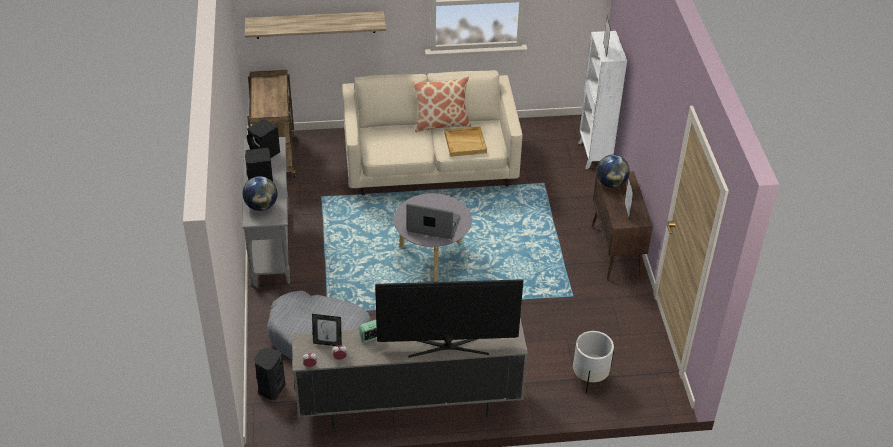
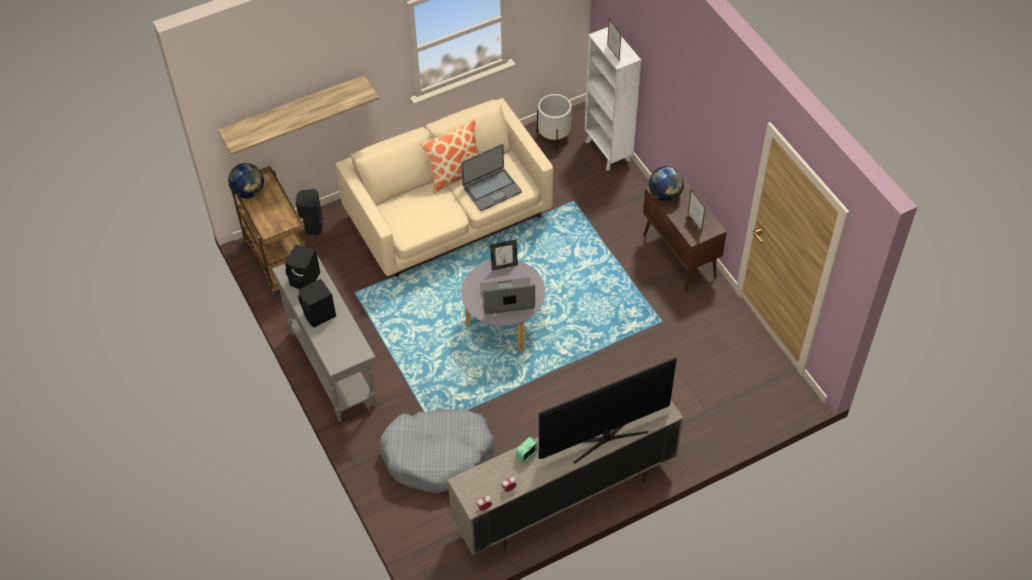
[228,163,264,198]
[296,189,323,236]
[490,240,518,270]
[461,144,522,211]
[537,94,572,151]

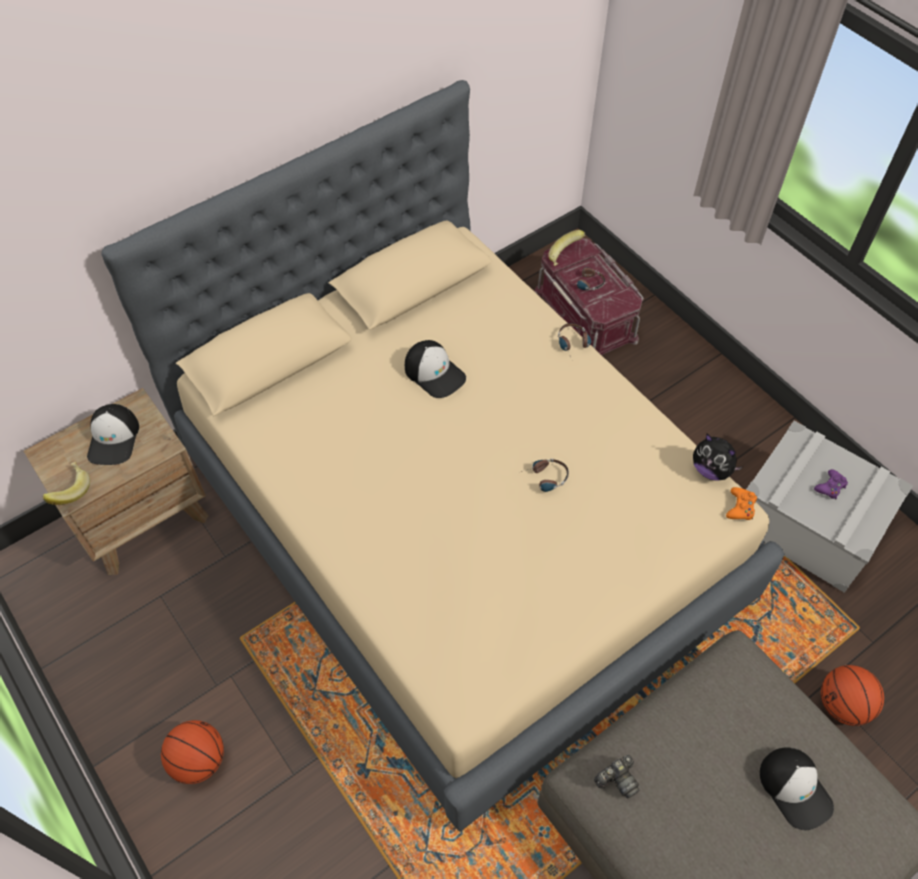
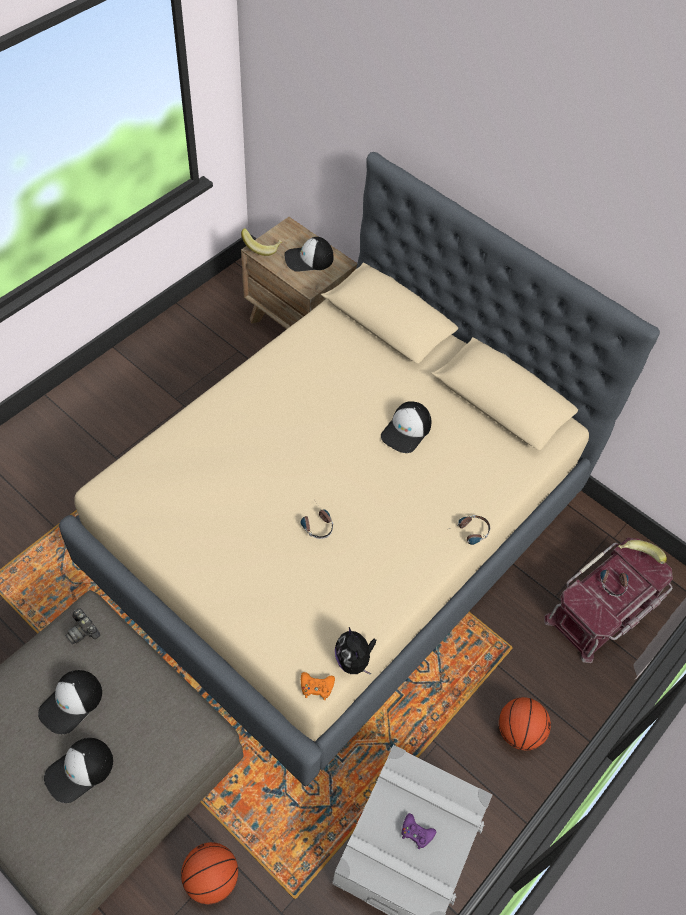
[499,697,551,750]
[335,627,376,675]
[38,670,102,734]

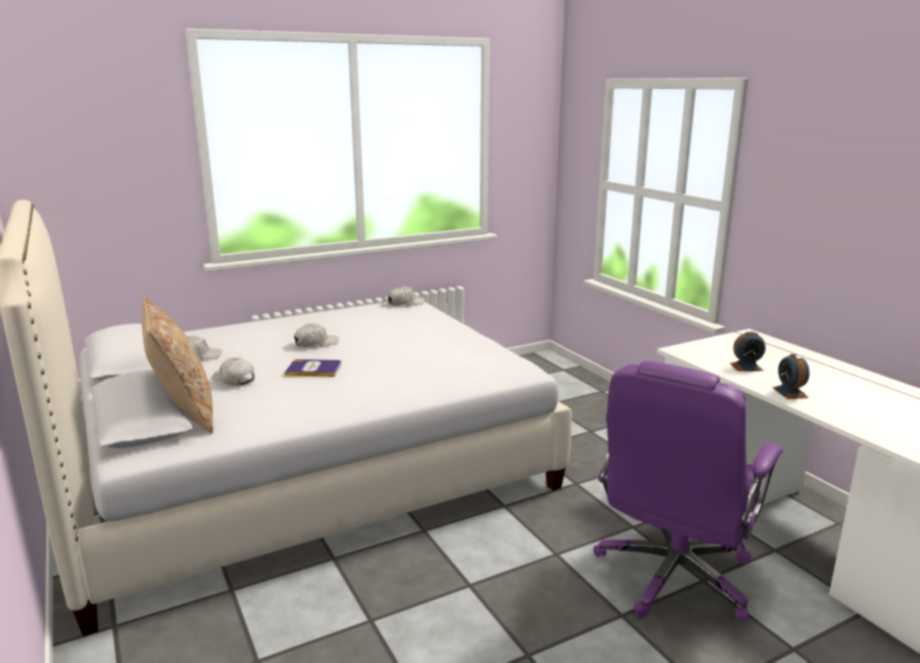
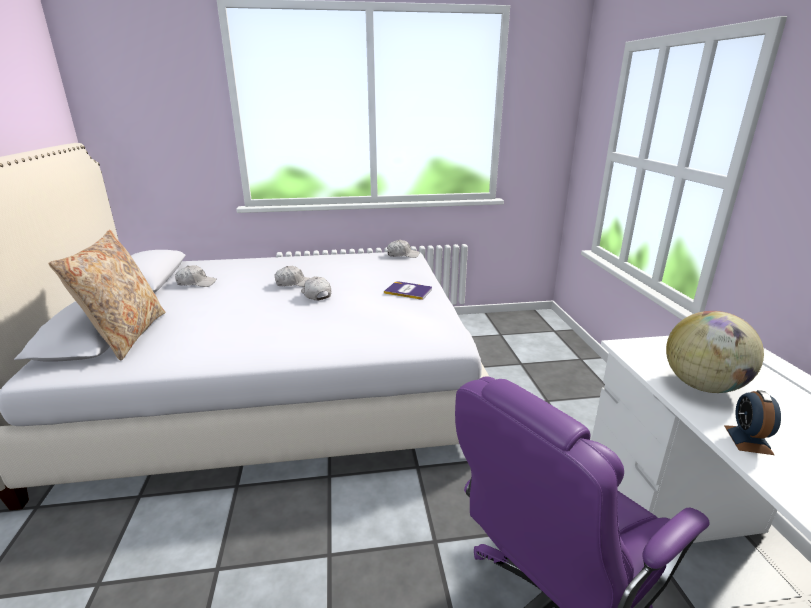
[301,277,331,301]
[384,281,432,300]
[666,311,764,393]

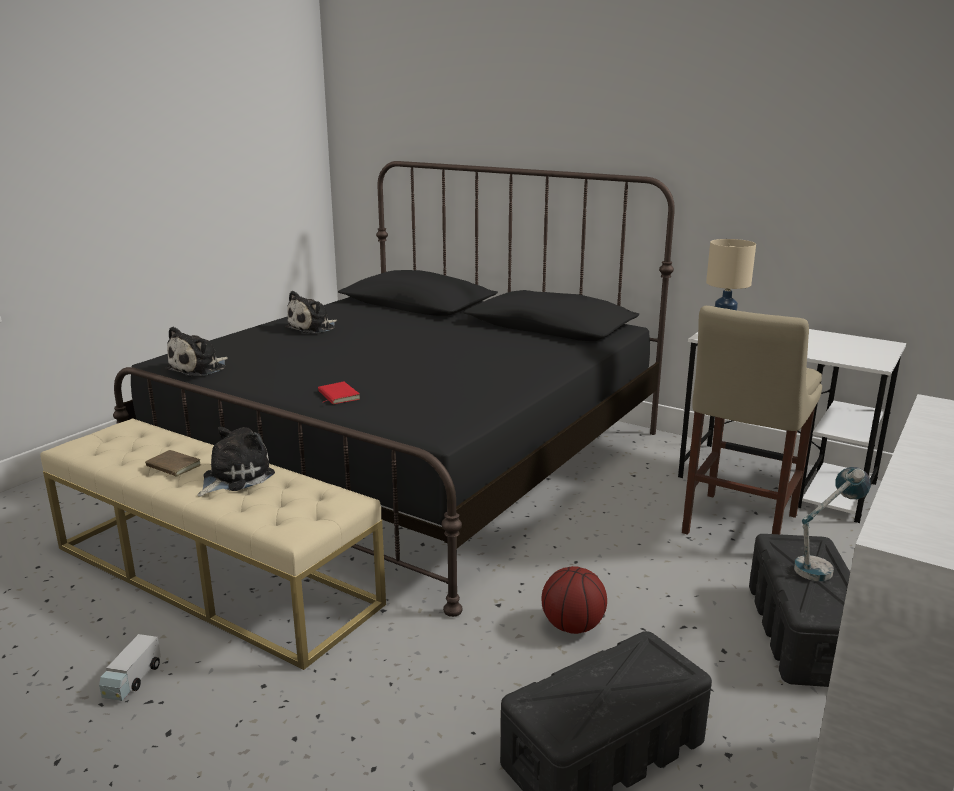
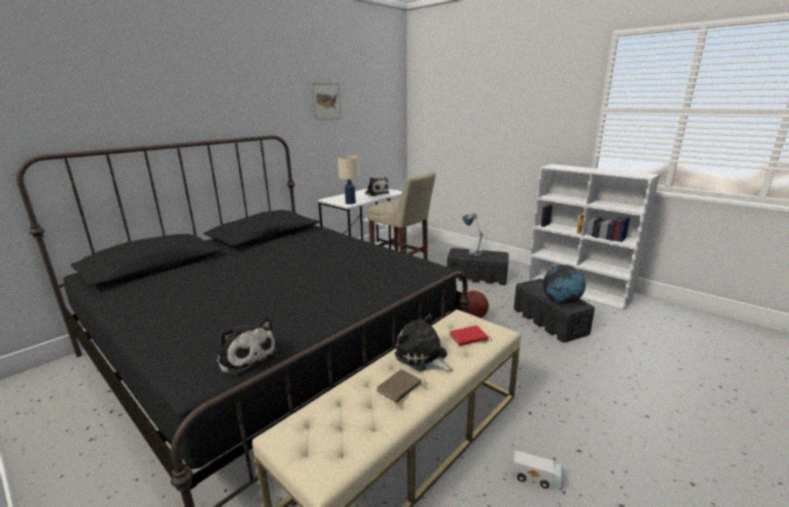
[365,177,390,196]
[450,325,492,346]
[311,83,342,121]
[543,265,585,304]

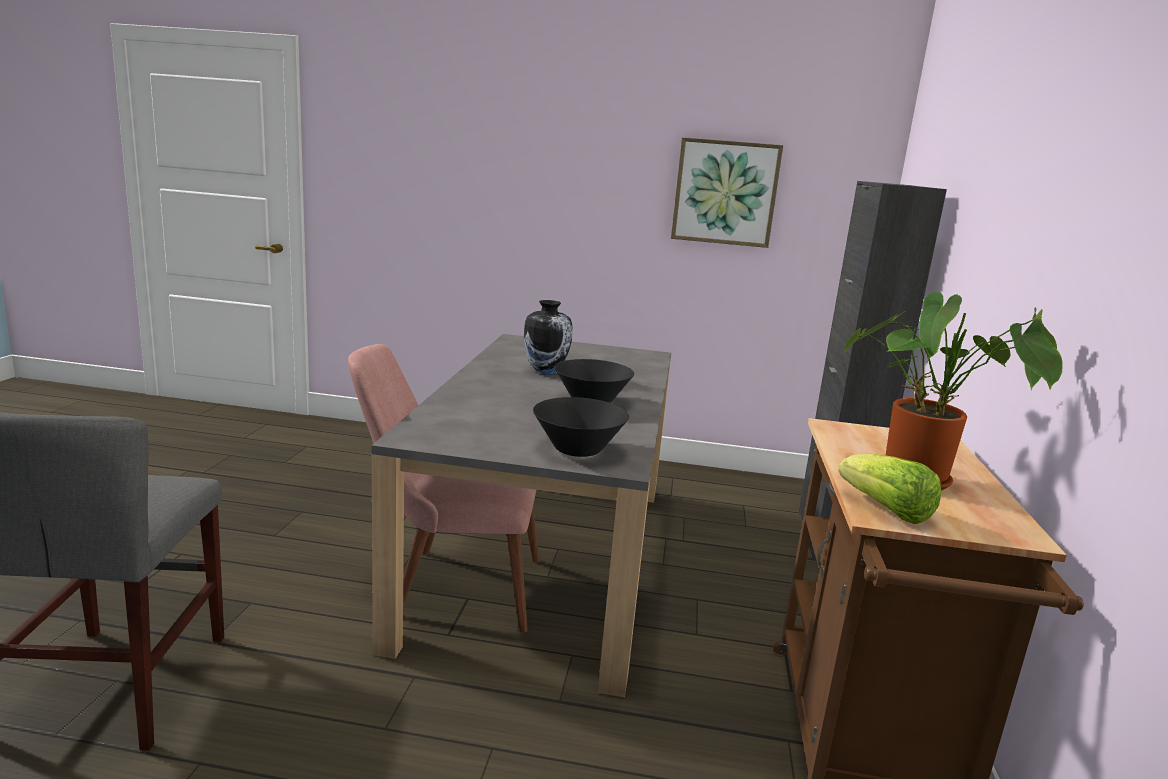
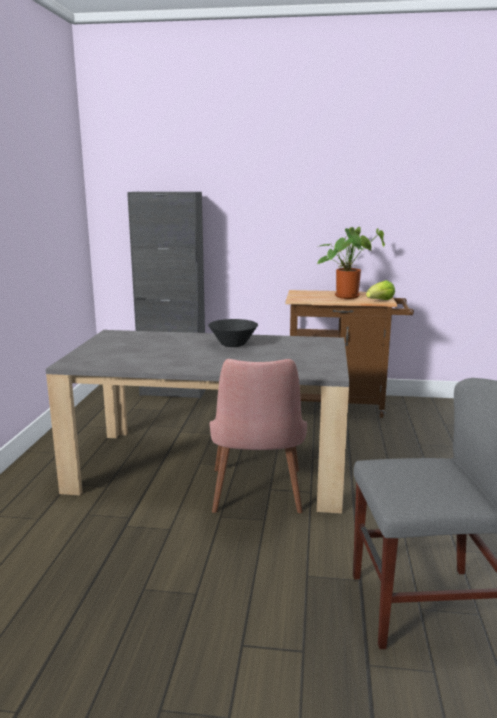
[524,300,573,375] (first image)
[533,397,629,457] (first image)
[671,137,783,248] (first image)

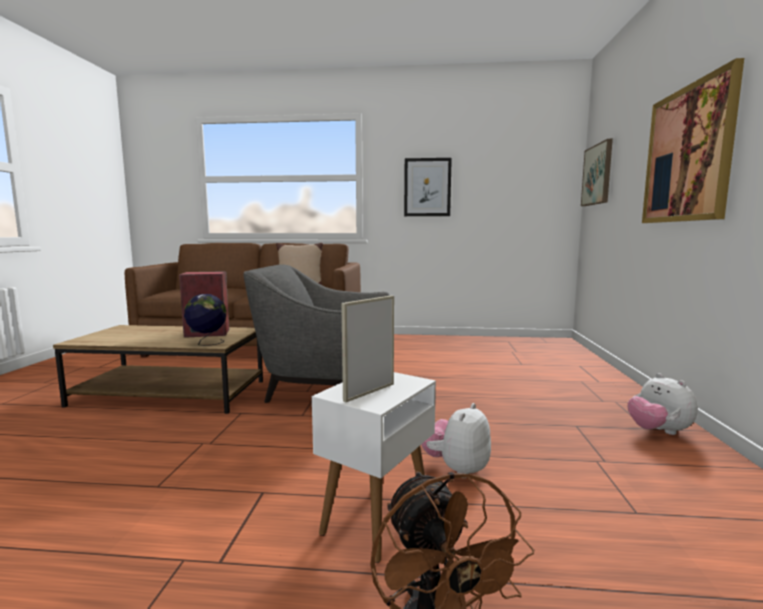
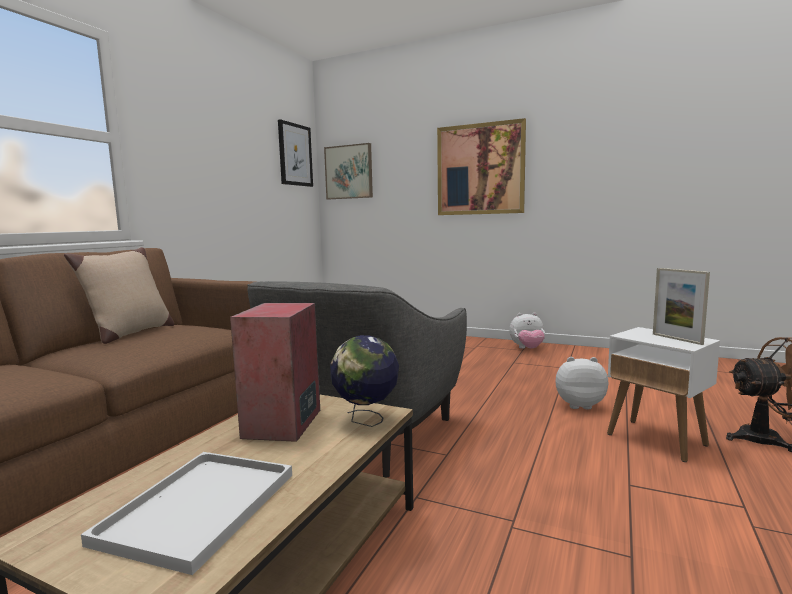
[278,119,313,187]
[555,357,608,409]
[81,452,292,575]

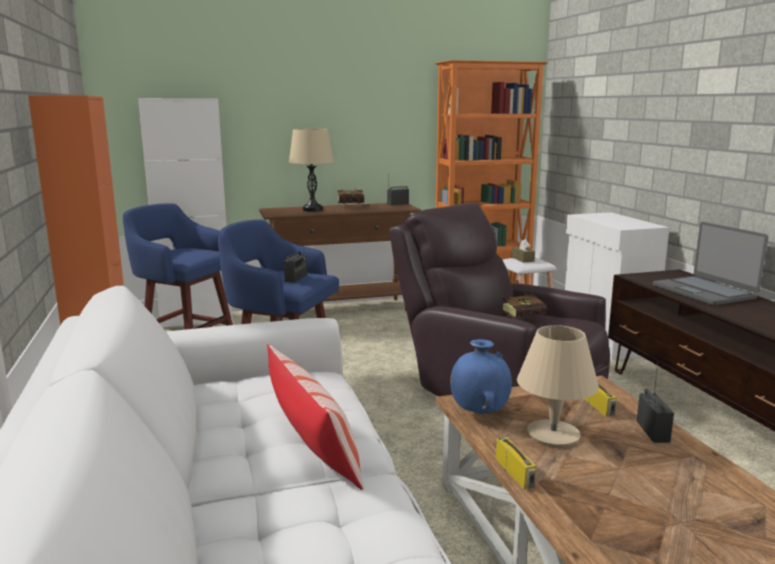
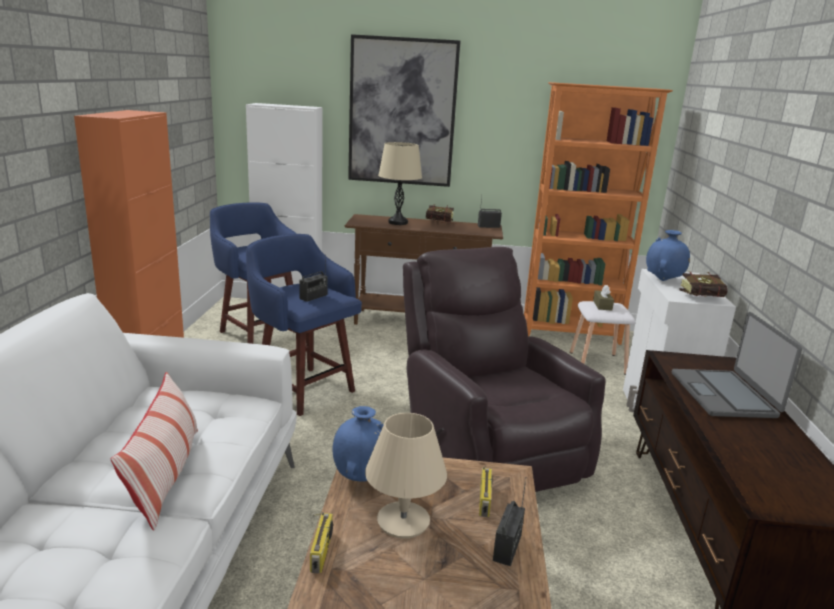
[680,271,727,297]
[348,34,461,187]
[646,230,690,281]

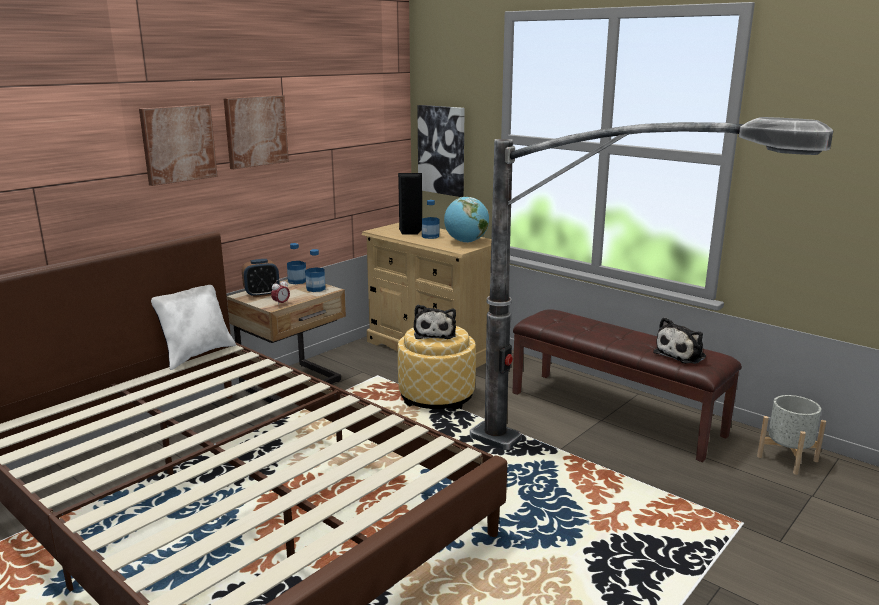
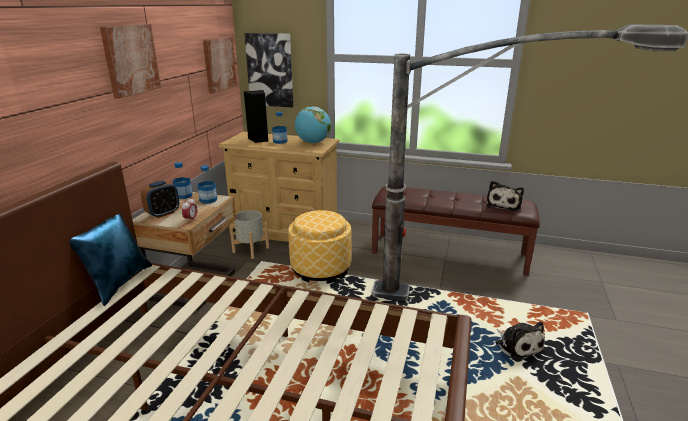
[203,37,237,93]
[69,214,152,306]
[496,321,545,362]
[230,210,269,259]

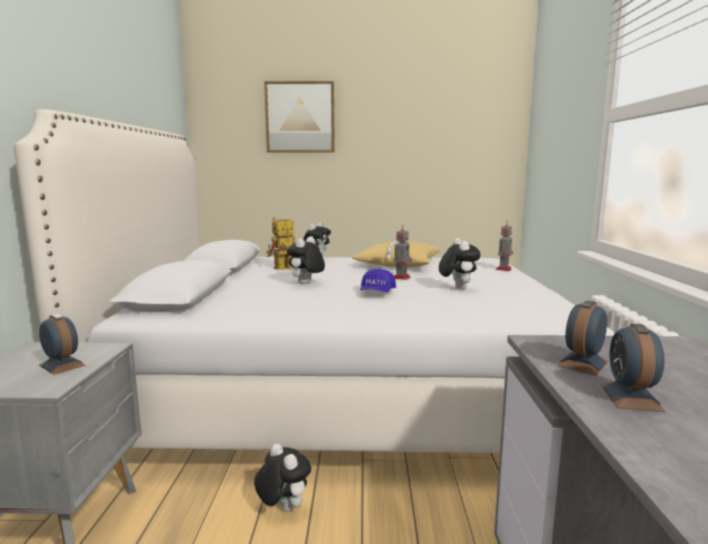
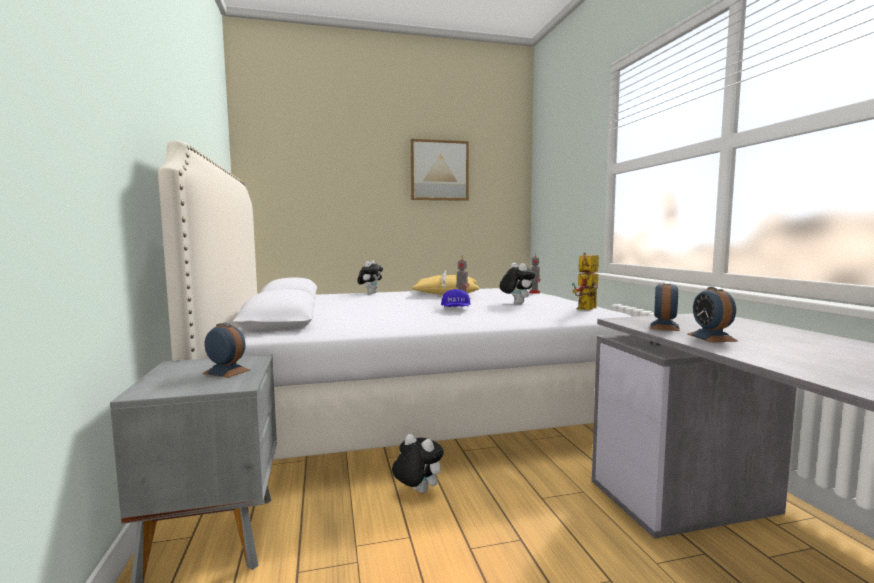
[410,139,468,201]
[572,253,599,310]
[286,236,325,284] (first image)

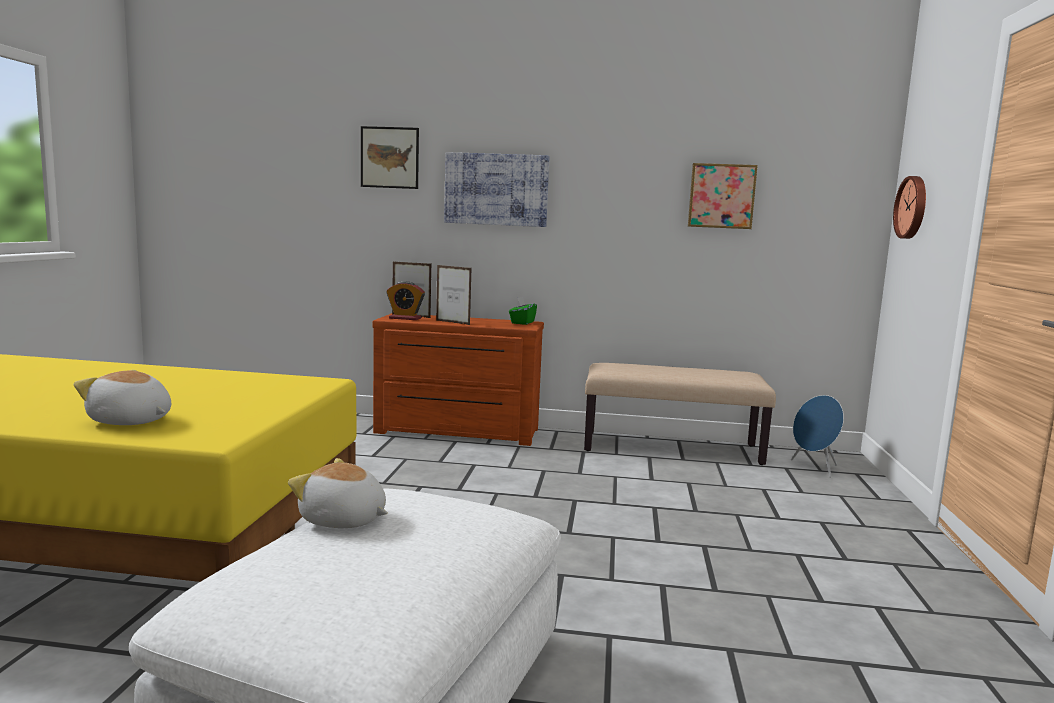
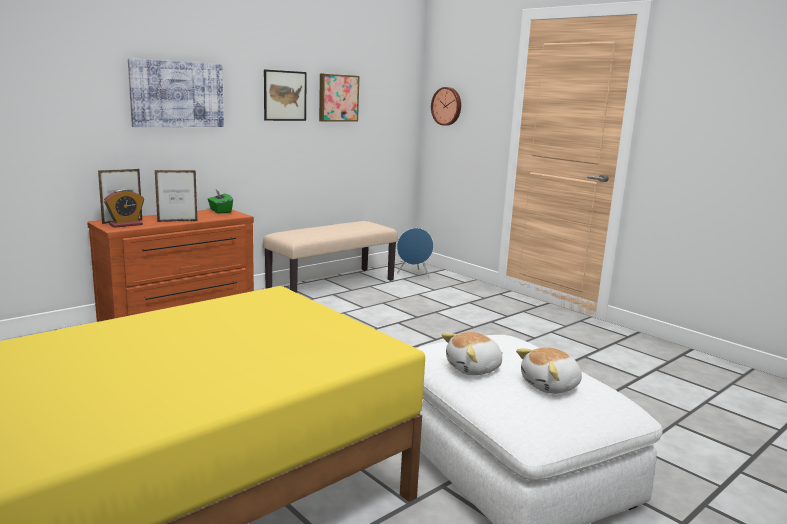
[516,347,582,394]
[264,70,307,121]

